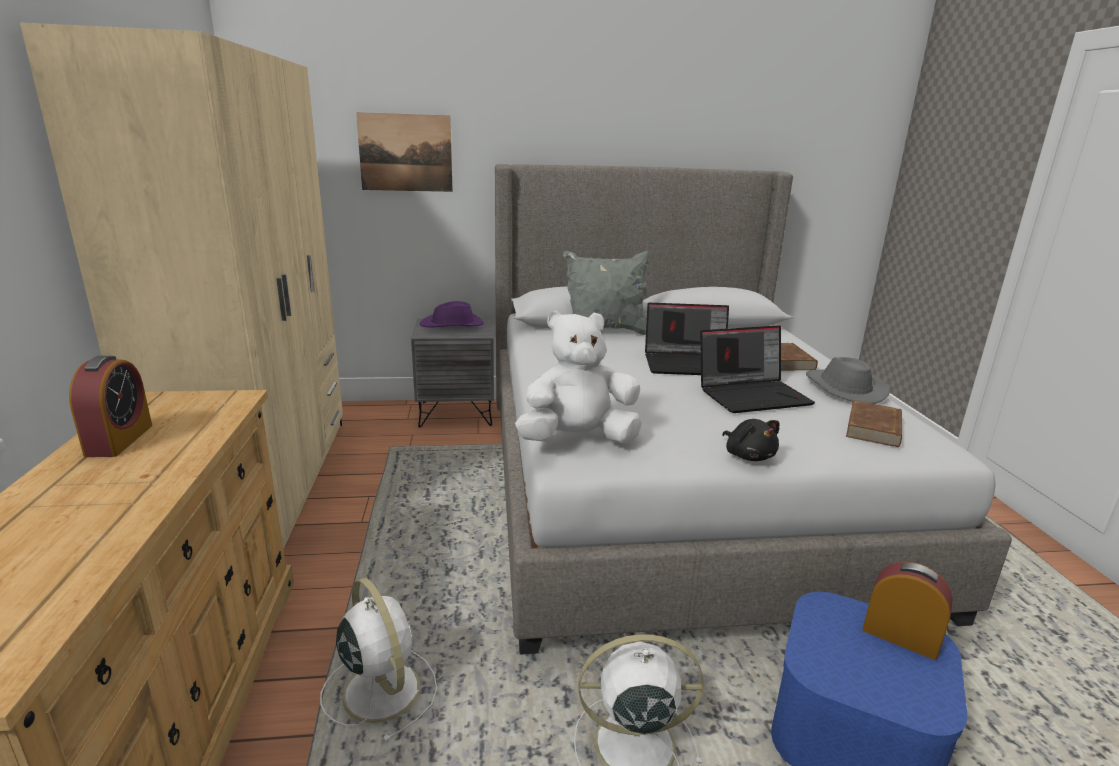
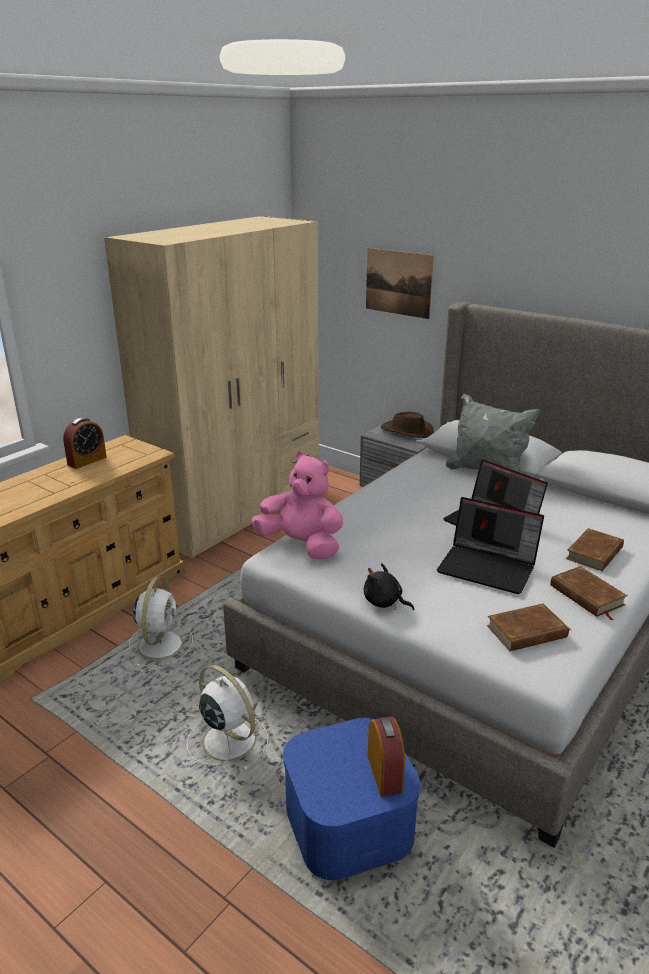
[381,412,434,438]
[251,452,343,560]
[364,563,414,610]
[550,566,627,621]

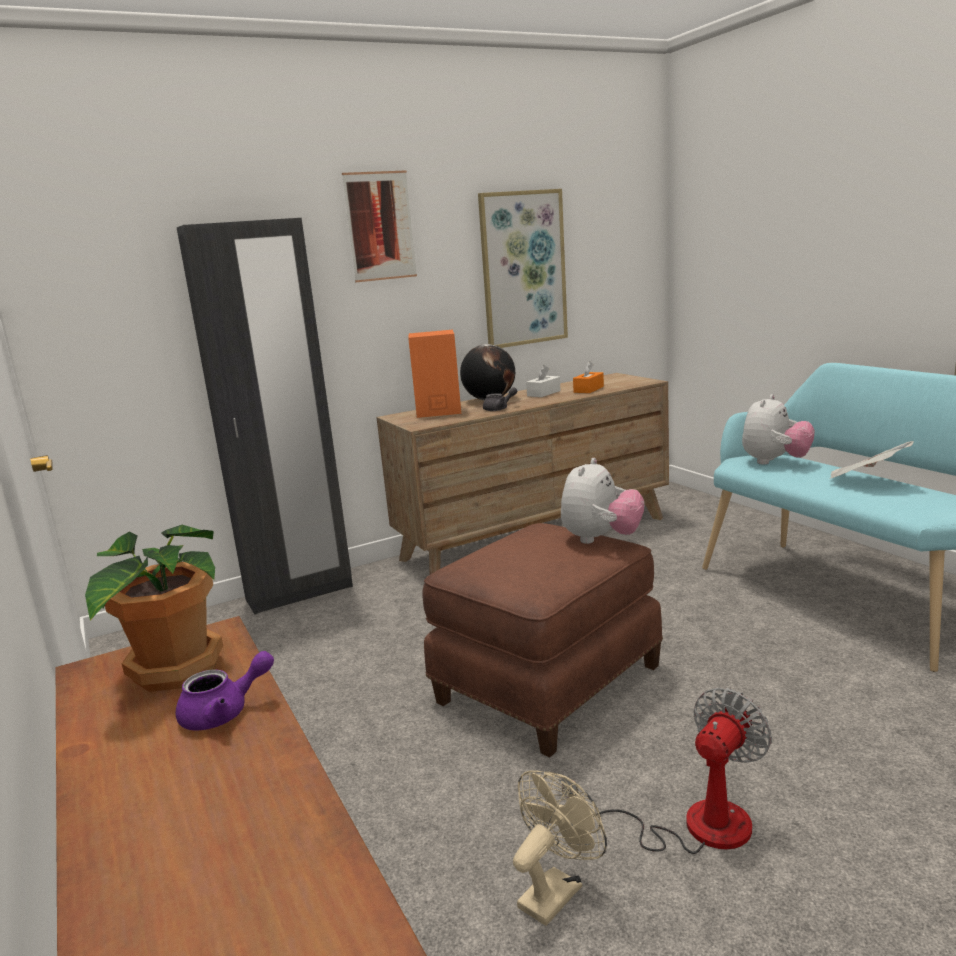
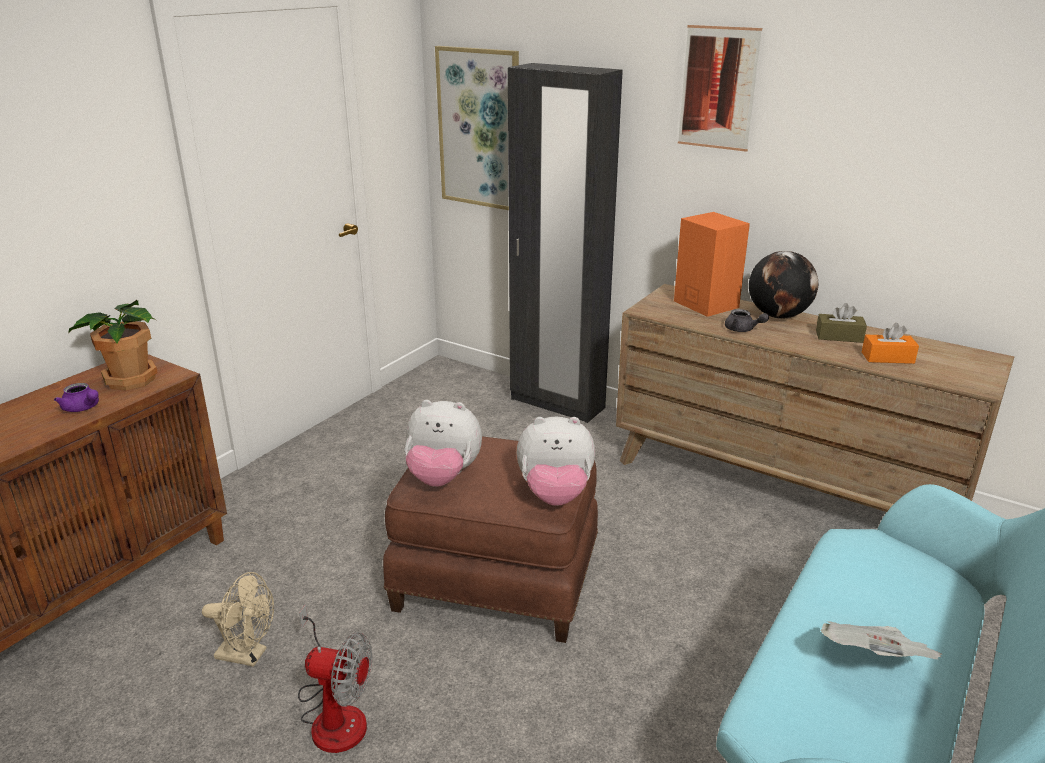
[435,46,519,210]
[816,303,867,343]
[405,400,482,487]

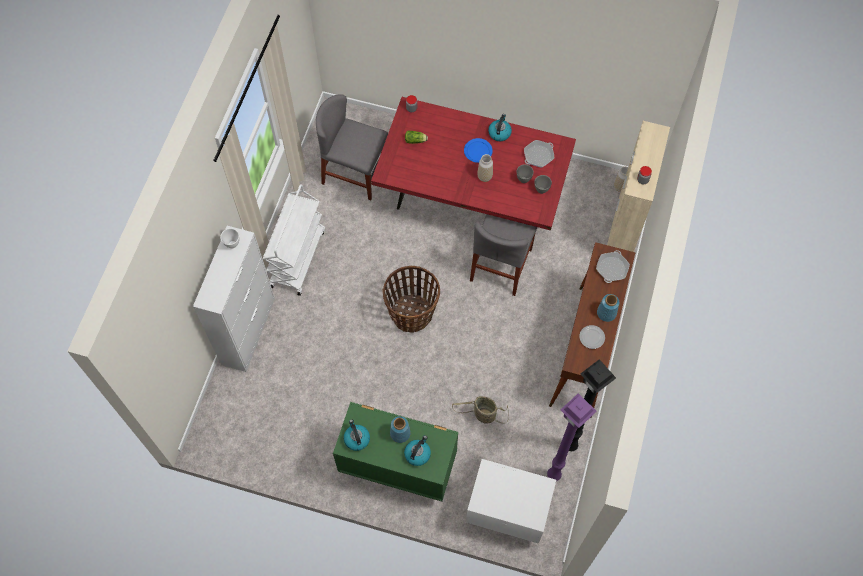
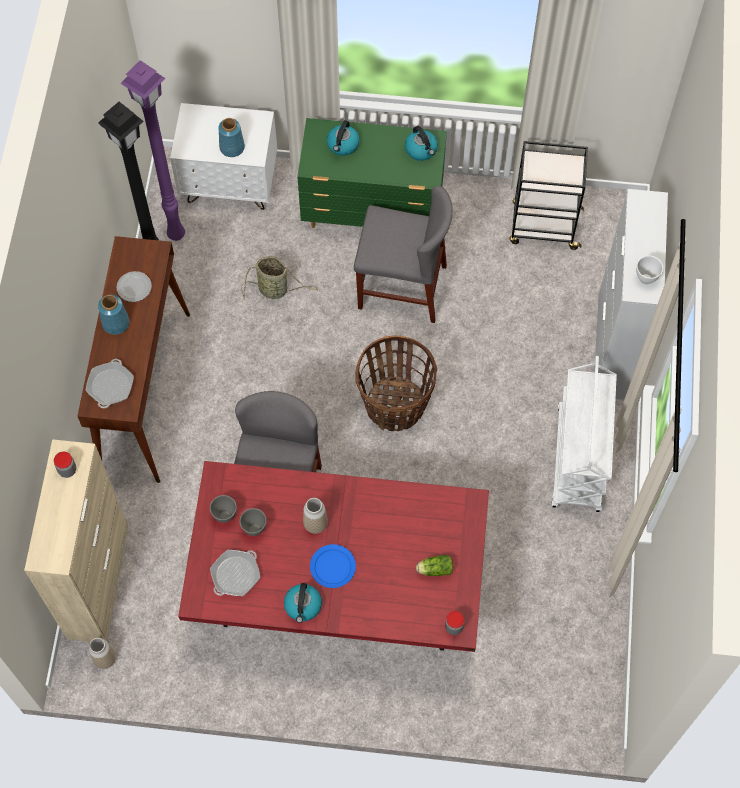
[354,186,453,323]
[218,118,245,157]
[509,141,588,250]

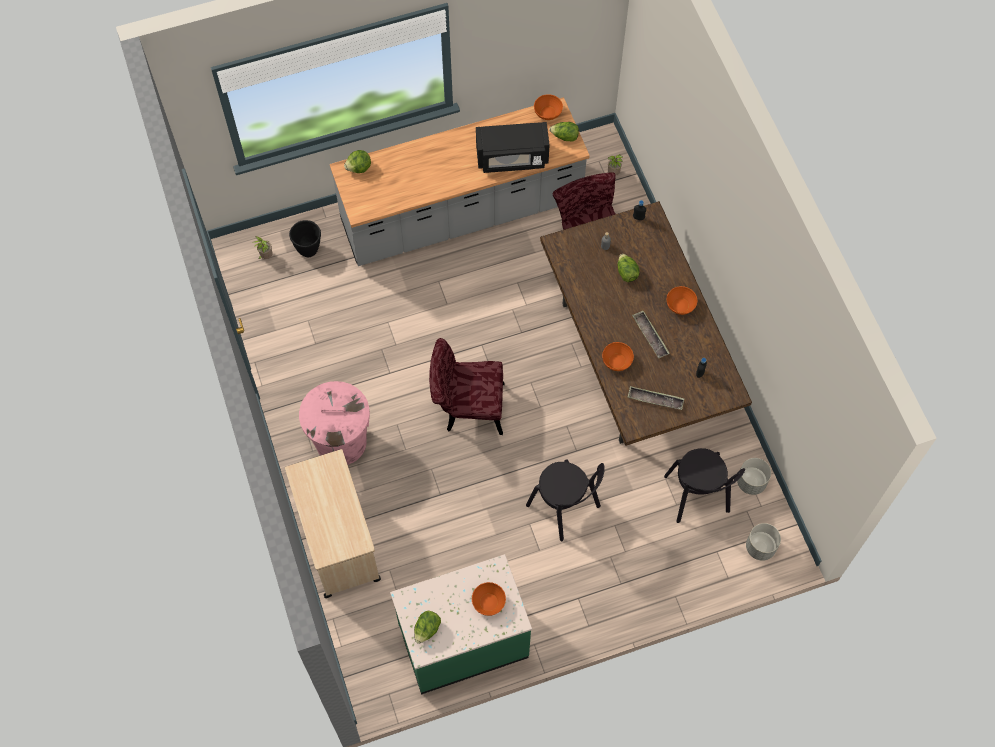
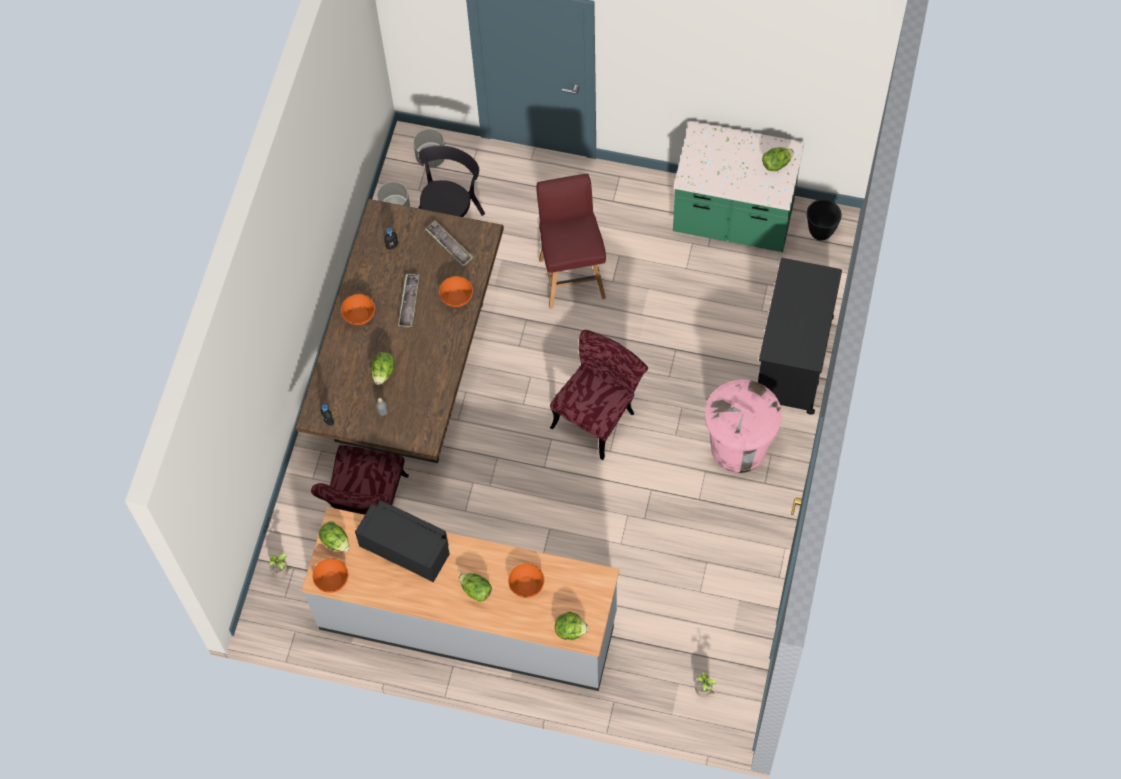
[758,258,842,415]
[806,199,841,241]
[550,330,648,460]
[508,563,544,598]
[536,174,606,309]
[459,573,492,602]

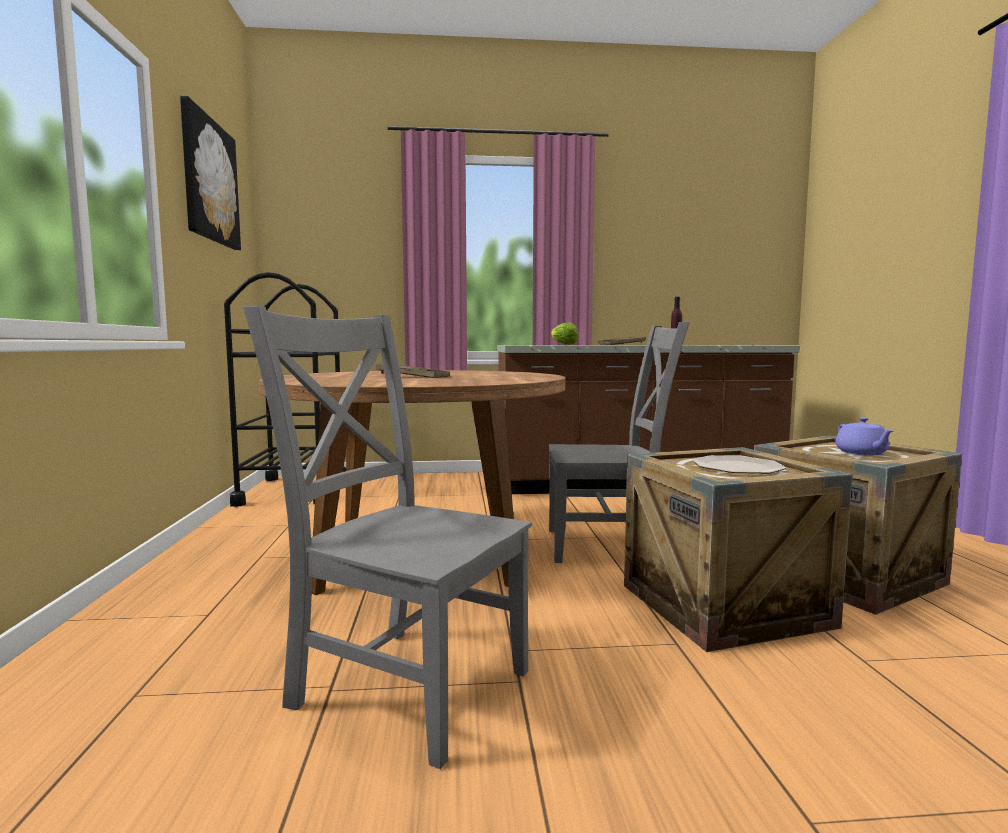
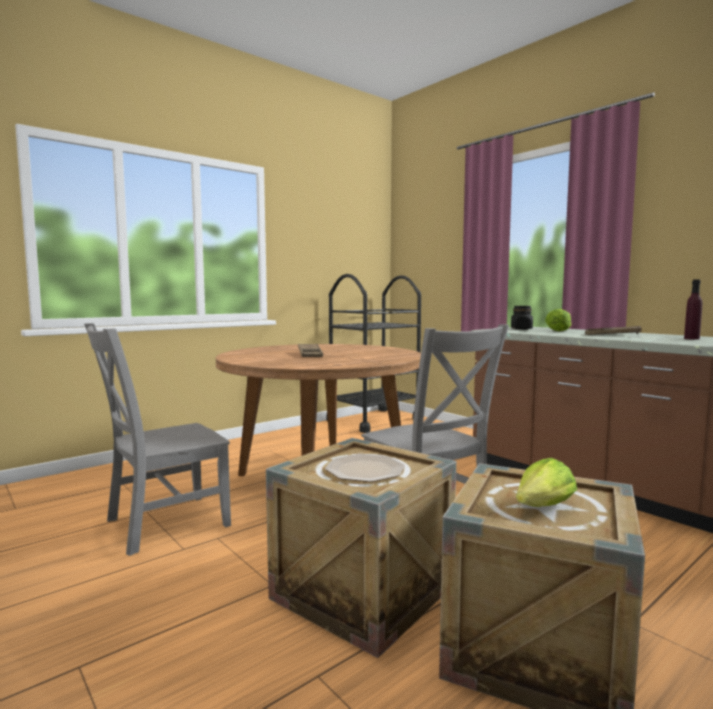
[180,96,241,250] (first image)
[84,323,231,556]
[516,458,577,507]
[511,306,533,330]

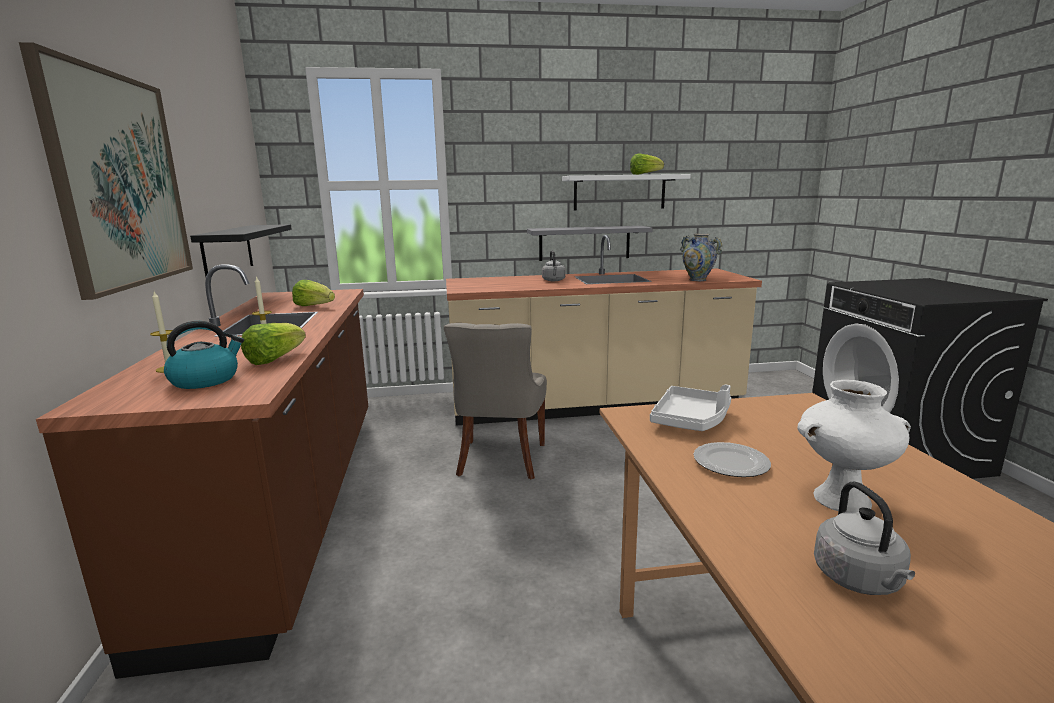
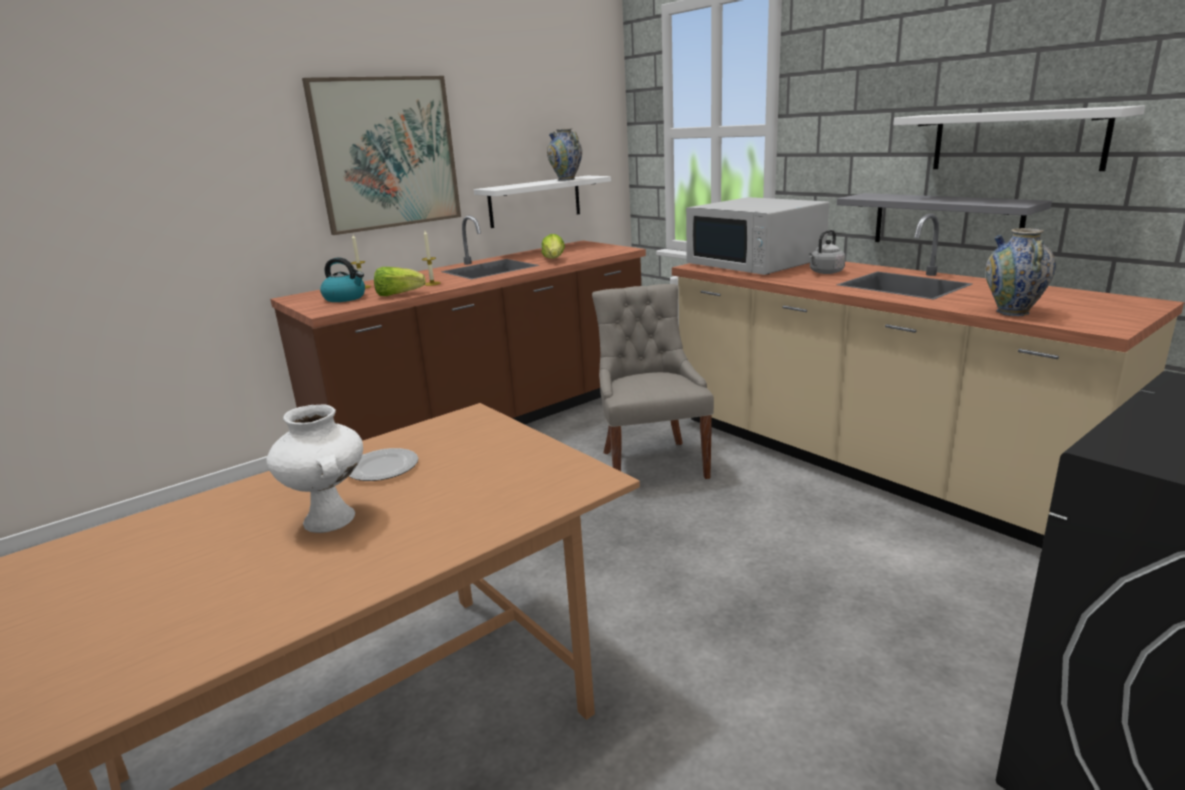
[474,176,611,228]
[592,284,714,479]
[630,153,664,175] (first image)
[650,385,731,431] (first image)
[814,481,915,595] (first image)
[547,128,582,181]
[686,197,829,275]

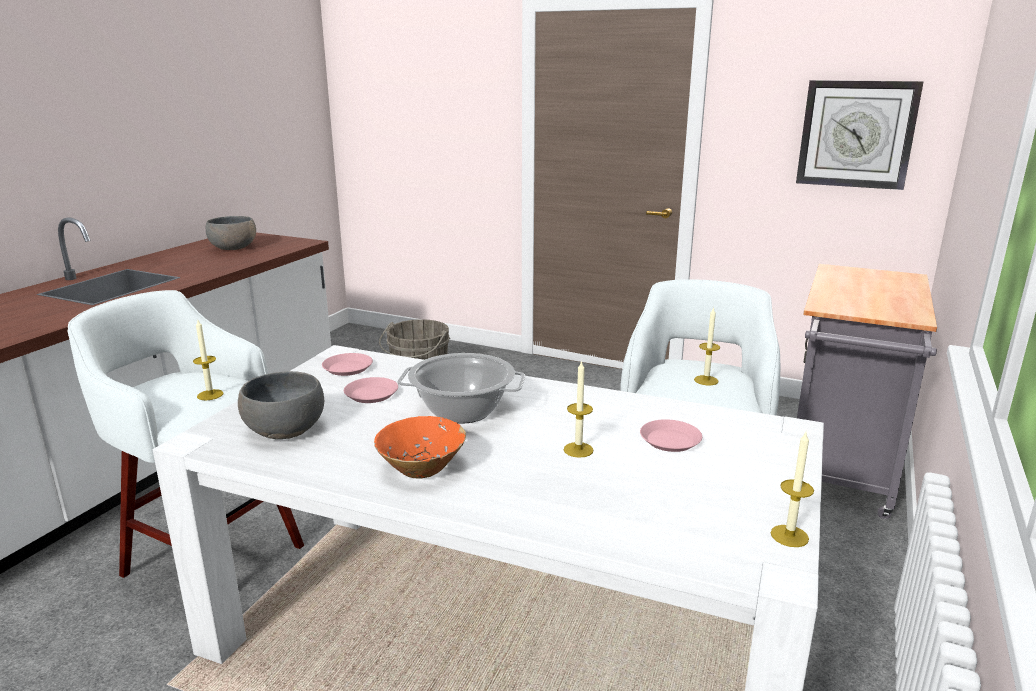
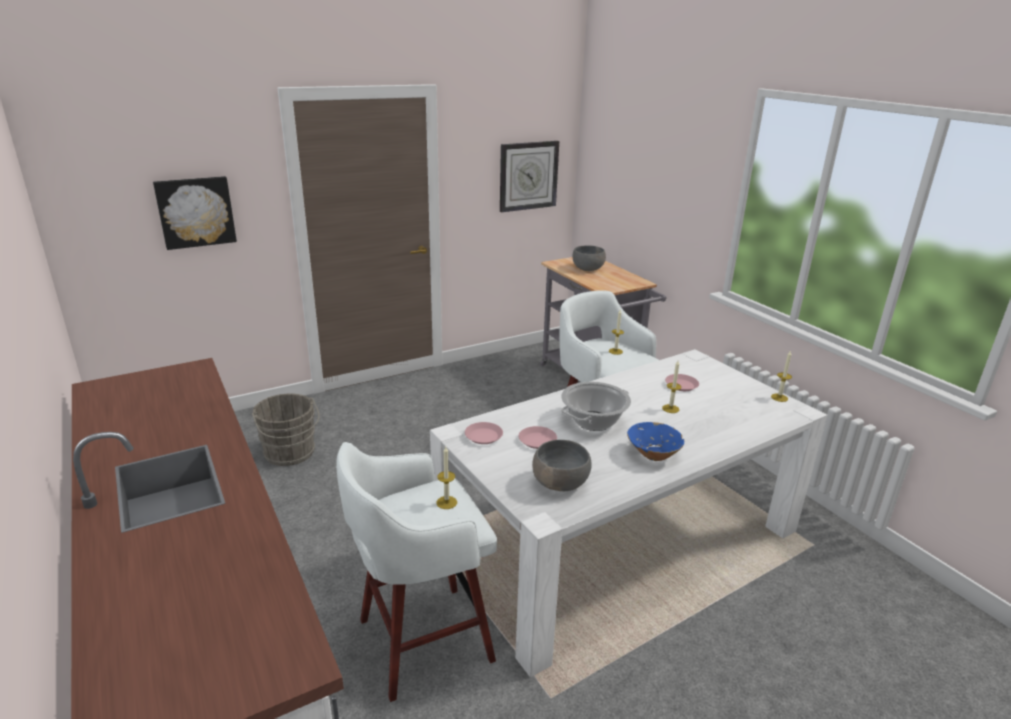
[572,245,606,271]
[627,422,684,461]
[153,176,237,250]

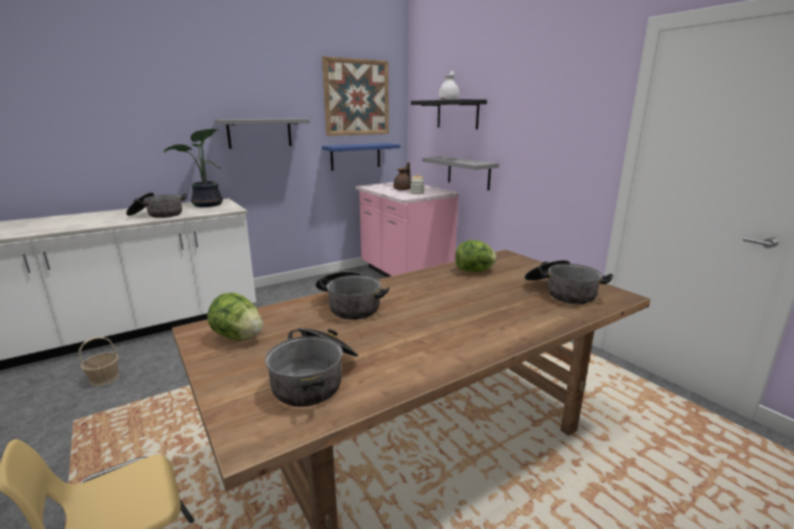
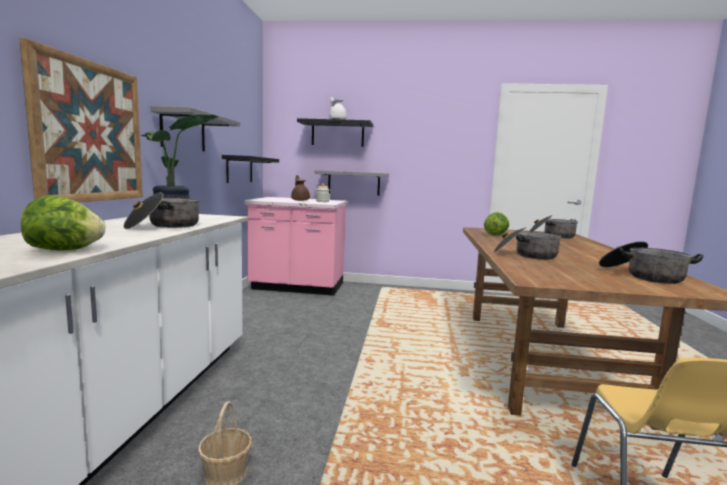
[21,196,105,251]
[19,38,143,203]
[222,155,279,183]

